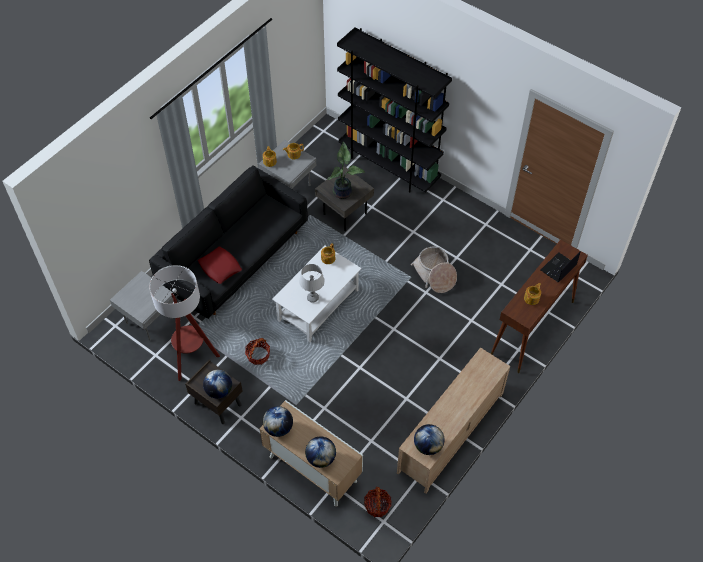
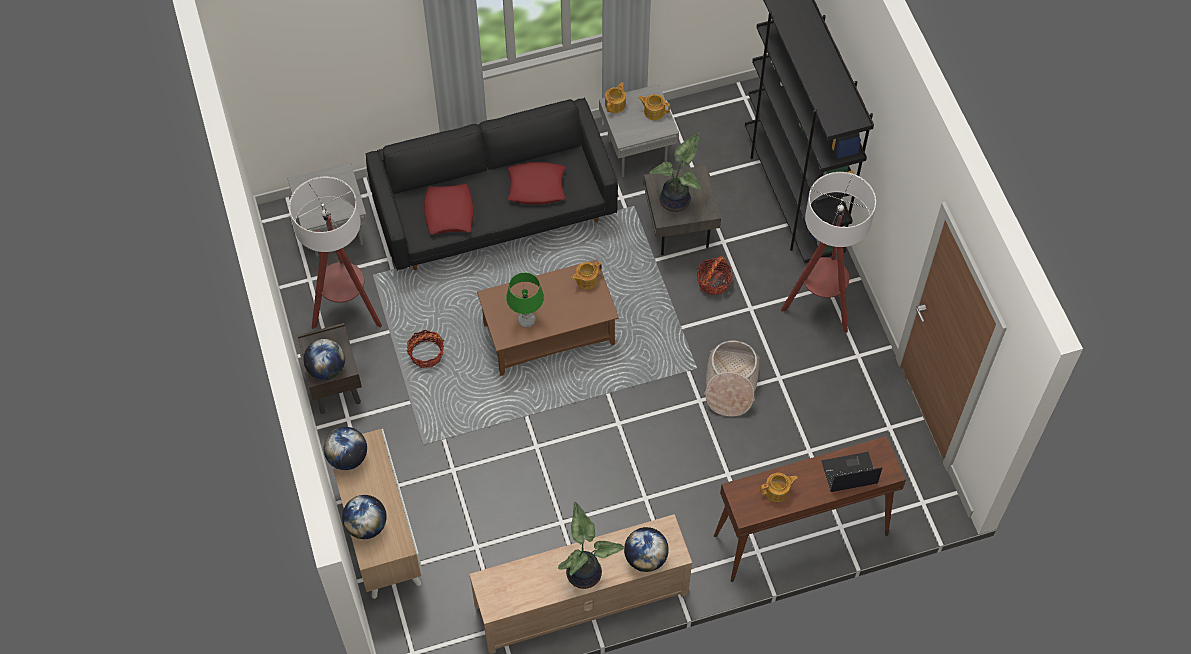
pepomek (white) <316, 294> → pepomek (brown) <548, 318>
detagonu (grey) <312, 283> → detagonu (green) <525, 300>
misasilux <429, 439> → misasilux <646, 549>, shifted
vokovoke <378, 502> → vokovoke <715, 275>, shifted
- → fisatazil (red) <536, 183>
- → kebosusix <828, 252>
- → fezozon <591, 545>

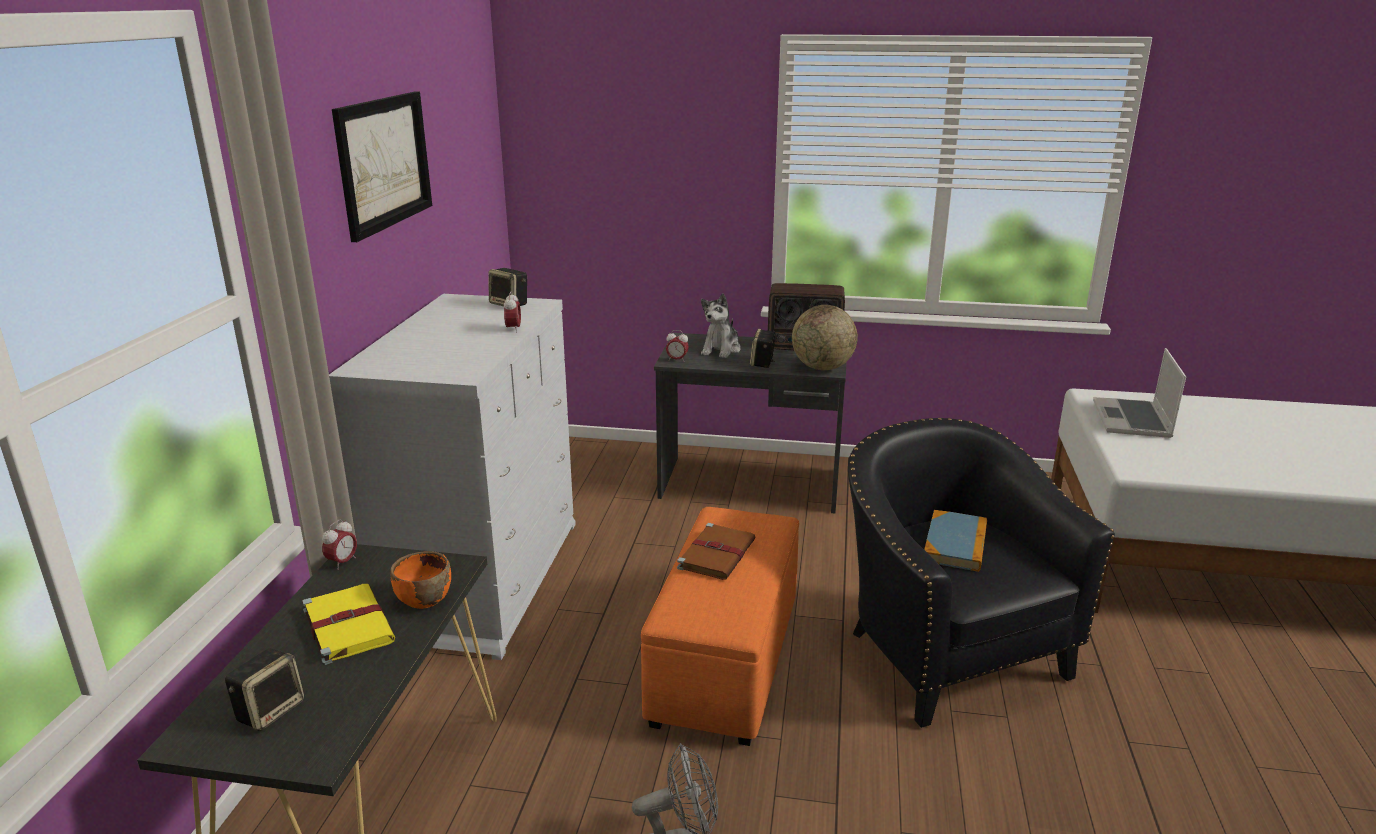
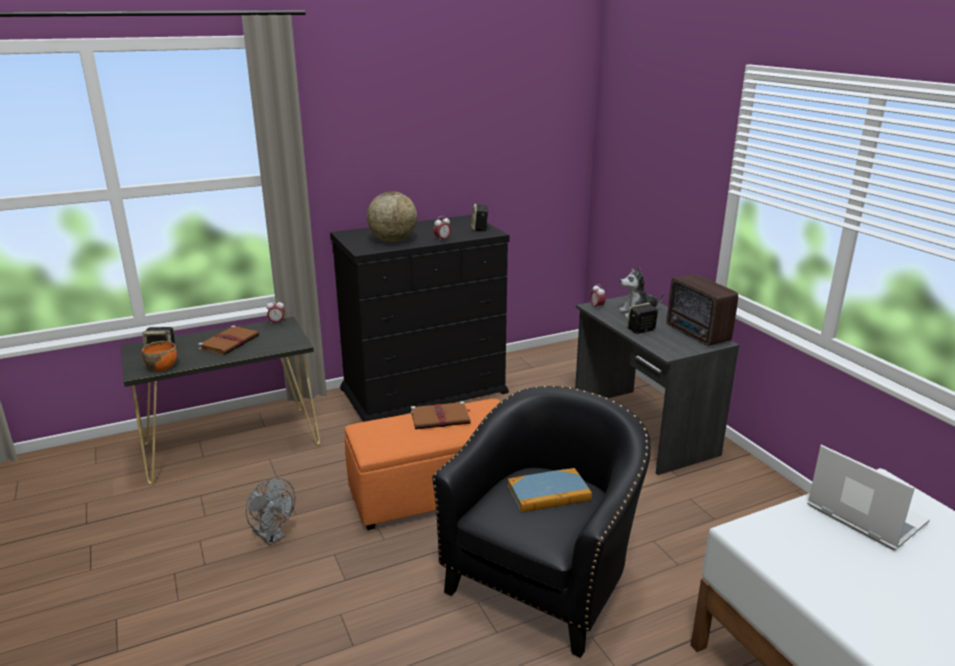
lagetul <382, 167> → -
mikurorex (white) <452, 477> → mikurorex (black) <420, 318>
misasilux <825, 337> → misasilux <392, 216>, shifted
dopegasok <1139, 393> → dopegasok <868, 497>, 75 degrees clockwise
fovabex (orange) <420, 580> → fovabex (orange) <159, 356>, shifted
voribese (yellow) <348, 624> → voribese (brown) <228, 340>

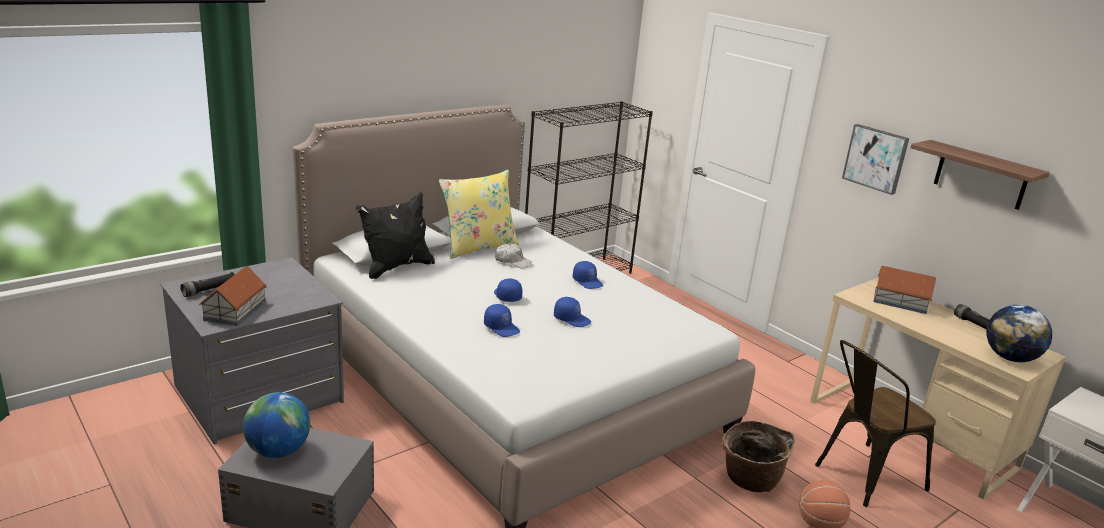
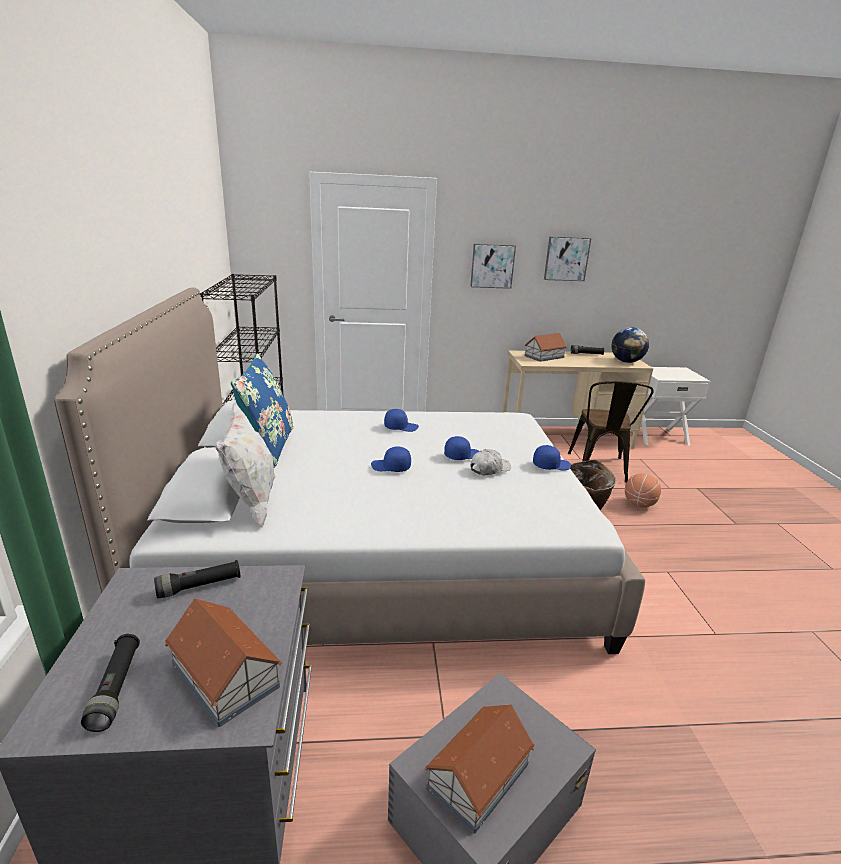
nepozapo <980, 175> → lagetul <567, 258>
fisatazil (yellow) <479, 214> → fisatazil (blue) <262, 410>
fisatazil (black) <395, 235> → fisatazil (white) <245, 464>
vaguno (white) <513, 256> → vaguno (white) <491, 462>, shifted
vaguno (blue) <502, 320> → vaguno (blue) <552, 458>, shifted
misasilux <276, 425> → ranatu <480, 769>
- → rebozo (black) <197, 579>

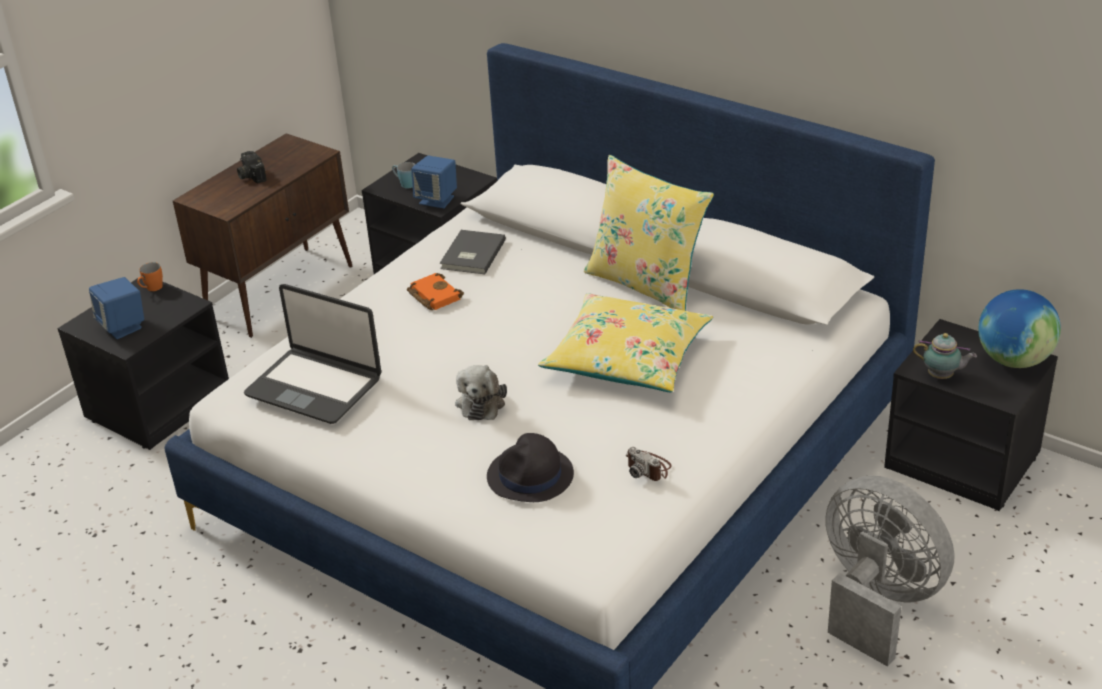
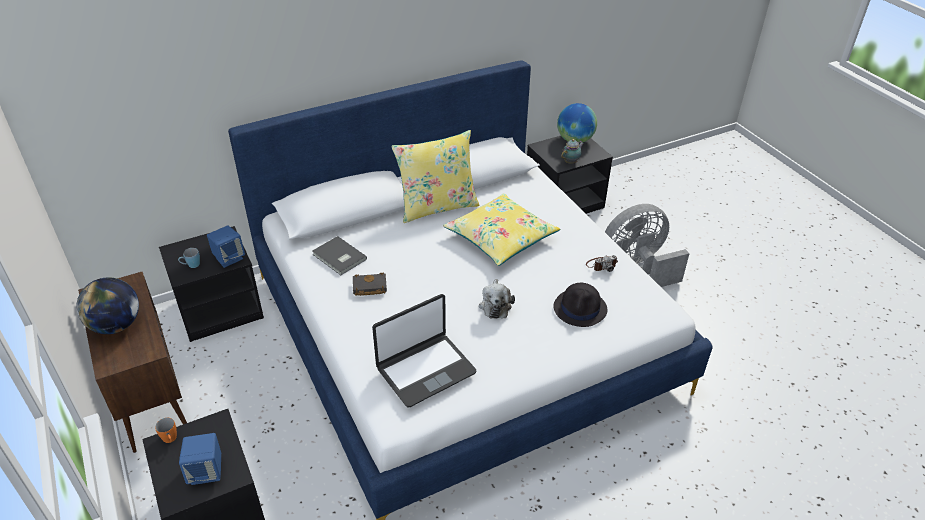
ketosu <251, 167> → misasilux <107, 305>
voribese (orange) <435, 291> → voribese (black) <370, 284>
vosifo <481, 392> → vosifo <497, 299>, 60 degrees clockwise

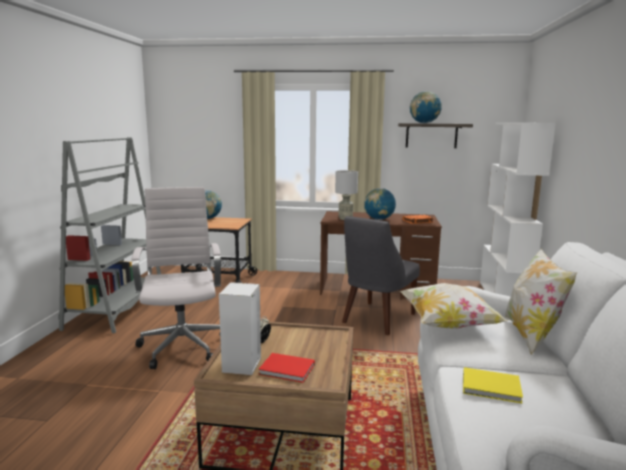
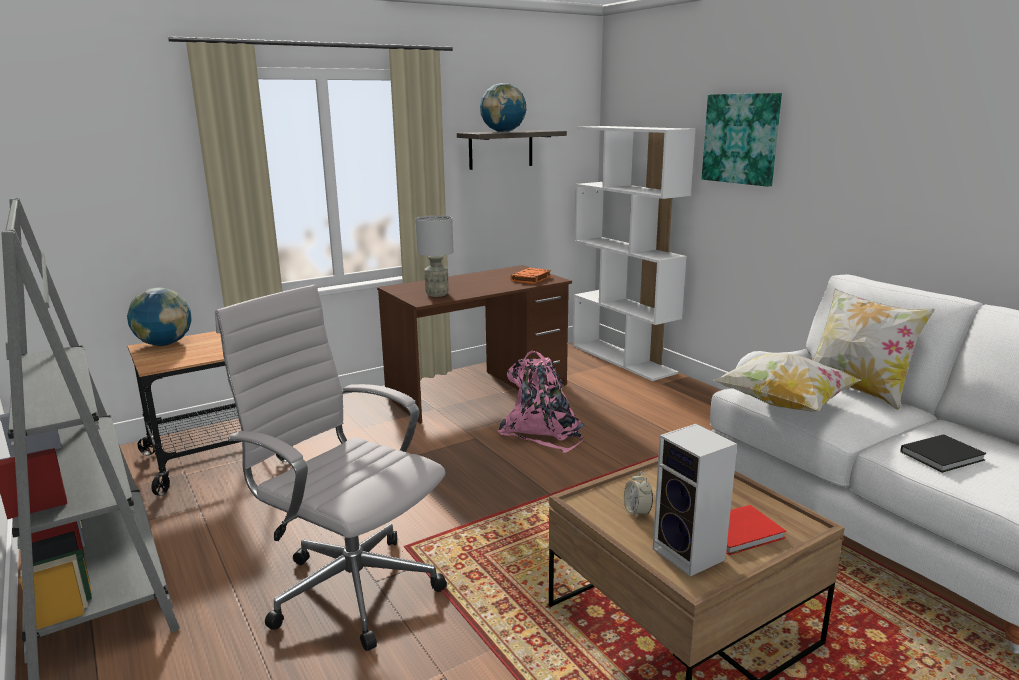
misasilux <380, 204> → -
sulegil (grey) <381, 275> → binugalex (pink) <541, 402>
voribese (yellow) <493, 385> → voribese (black) <943, 453>
- → lagetul <742, 140>

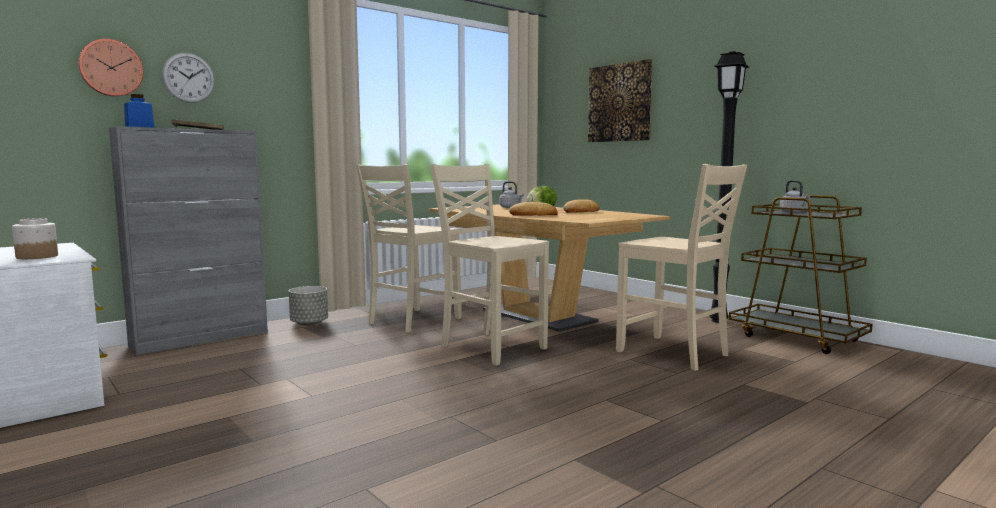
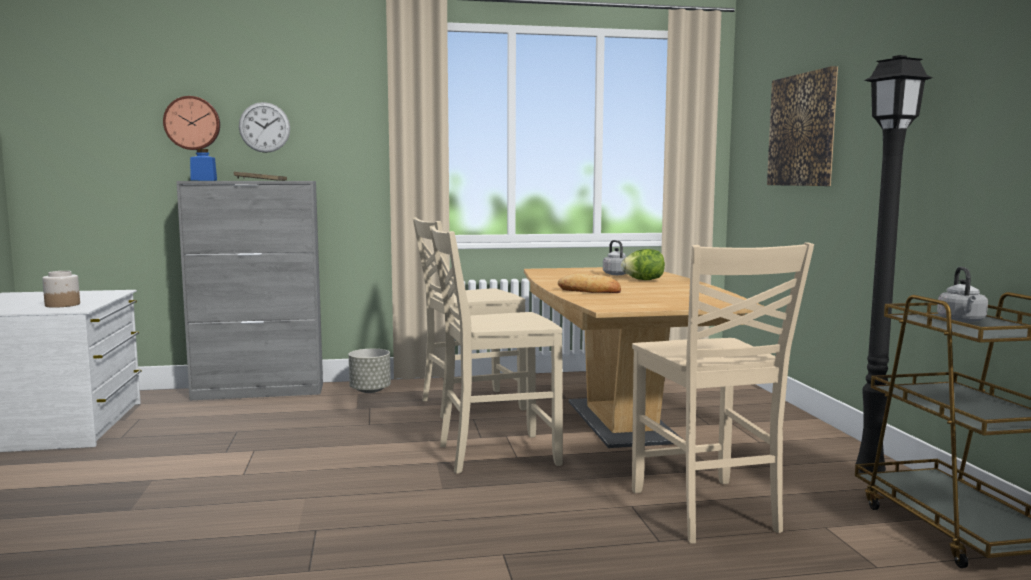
sulegil (beige) <489, 265> → sulegil (beige) <496, 349>, 90 degrees counterclockwise
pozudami <581, 206> → -

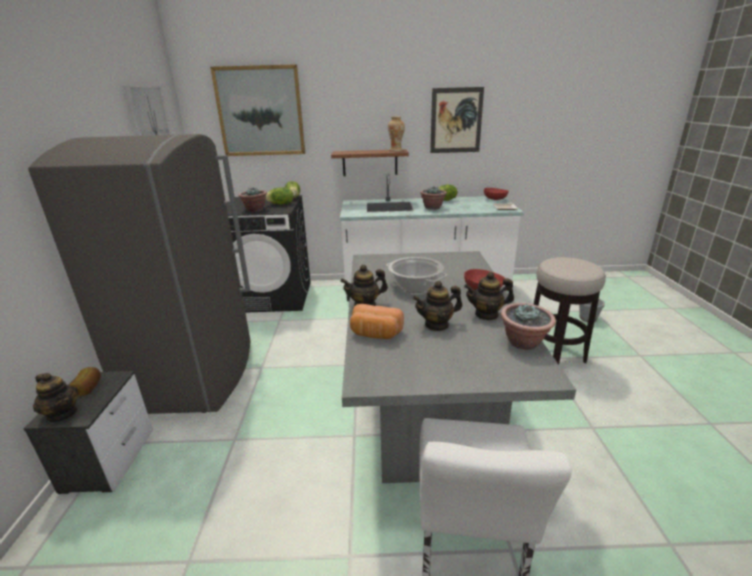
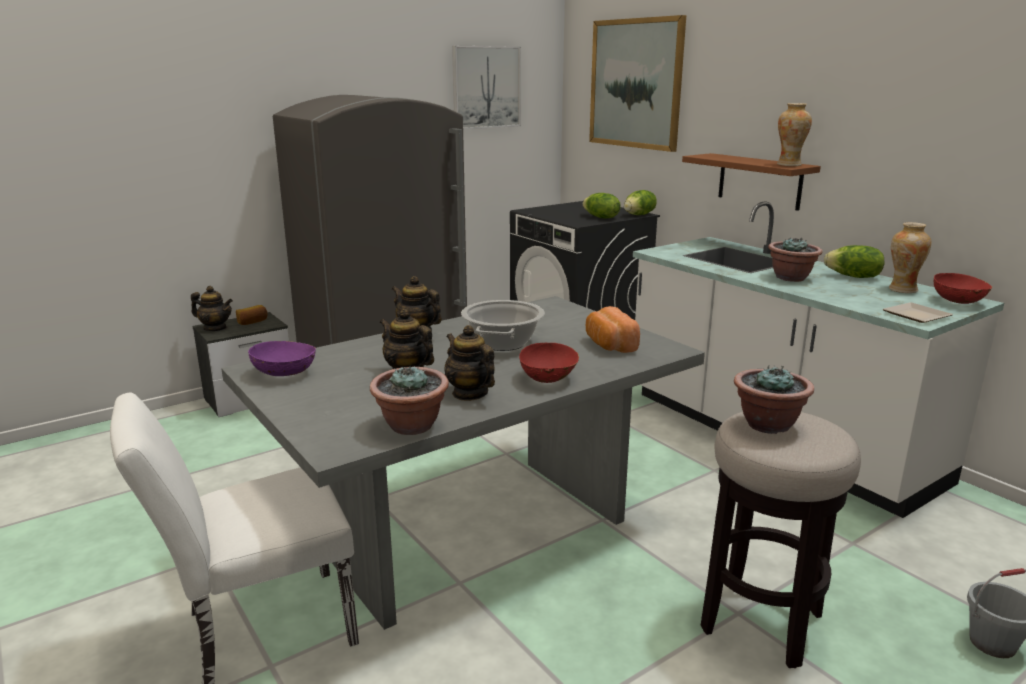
lagetul <457, 120> → -
fezozon <252, 200> → fezozon <774, 399>, shifted
pozudami <377, 321> → pozudami <613, 329>, shifted
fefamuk <55, 397> → fefamuk <212, 308>, 75 degrees counterclockwise
- → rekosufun <910, 257>
- → fovabex (purple) <282, 358>

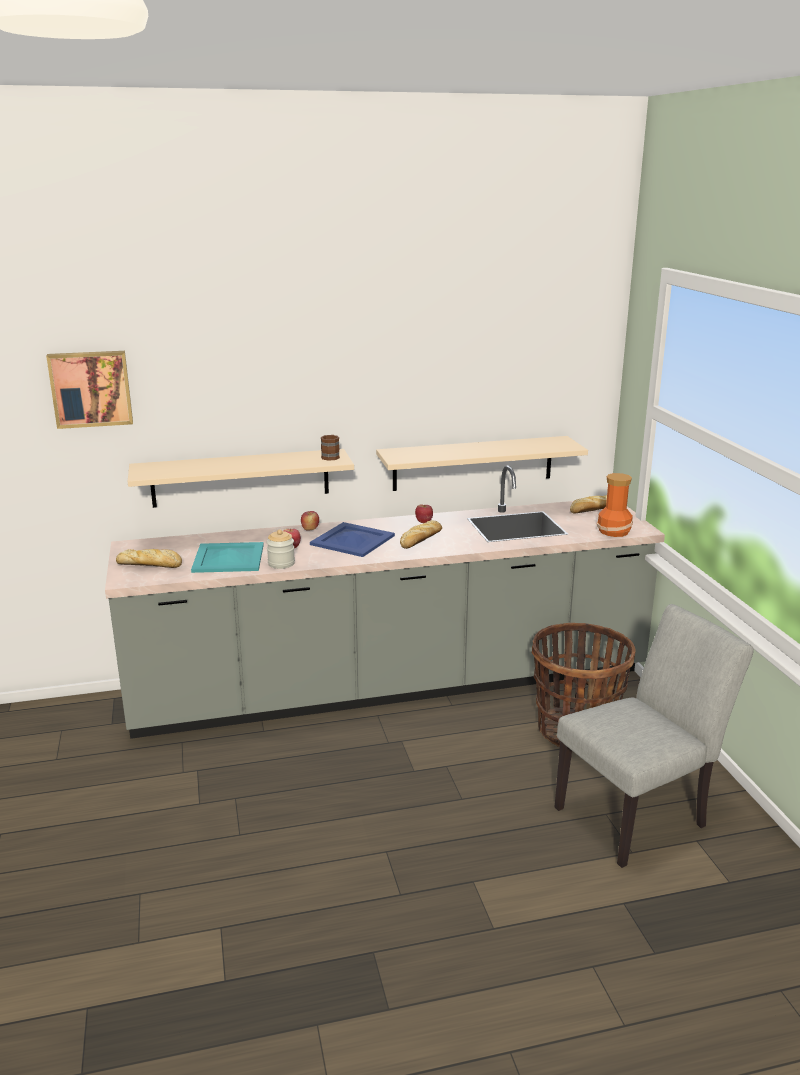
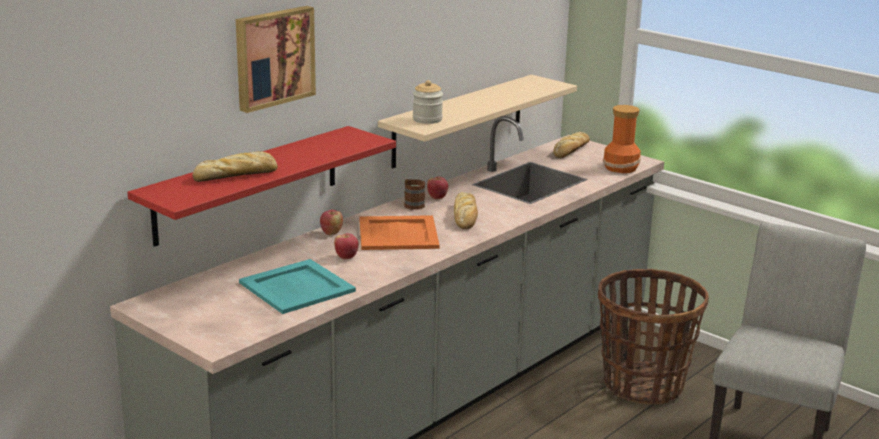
lagetul <89, 390> → lagetul <276, 59>, shifted
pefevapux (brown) <330, 448> → pefevapux (brown) <414, 194>, shifted
nepozapo (beige) <241, 478> → nepozapo (red) <261, 186>
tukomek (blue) <352, 539> → tukomek (orange) <399, 232>
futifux <281, 549> → futifux <428, 102>, shifted
pozudami <149, 558> → pozudami <235, 166>, shifted

